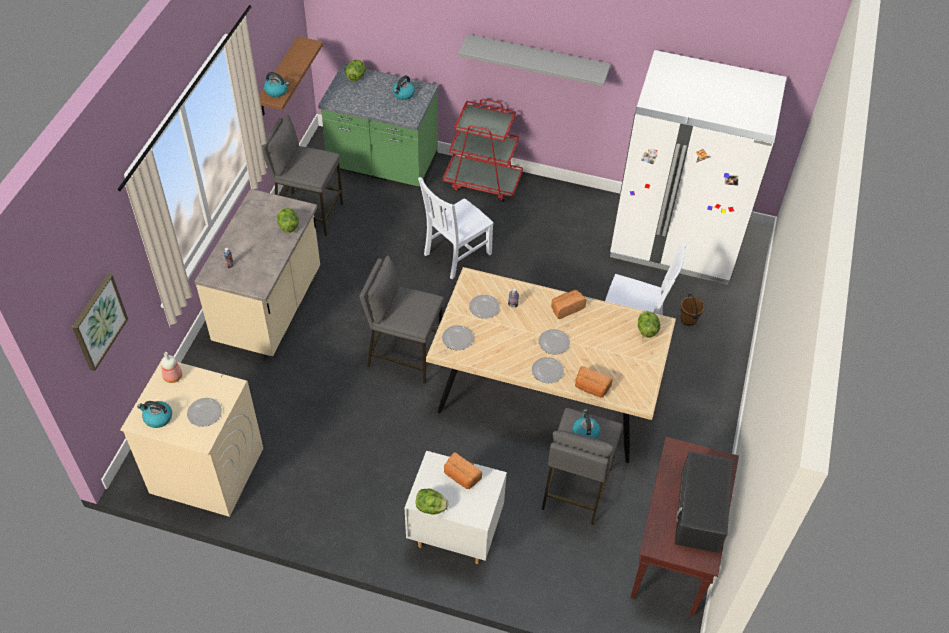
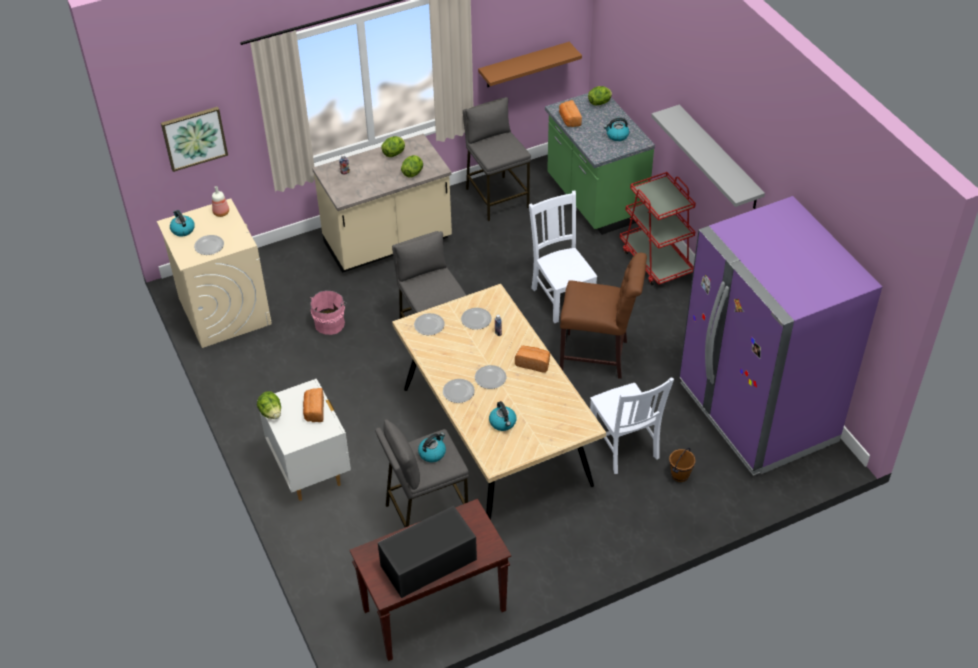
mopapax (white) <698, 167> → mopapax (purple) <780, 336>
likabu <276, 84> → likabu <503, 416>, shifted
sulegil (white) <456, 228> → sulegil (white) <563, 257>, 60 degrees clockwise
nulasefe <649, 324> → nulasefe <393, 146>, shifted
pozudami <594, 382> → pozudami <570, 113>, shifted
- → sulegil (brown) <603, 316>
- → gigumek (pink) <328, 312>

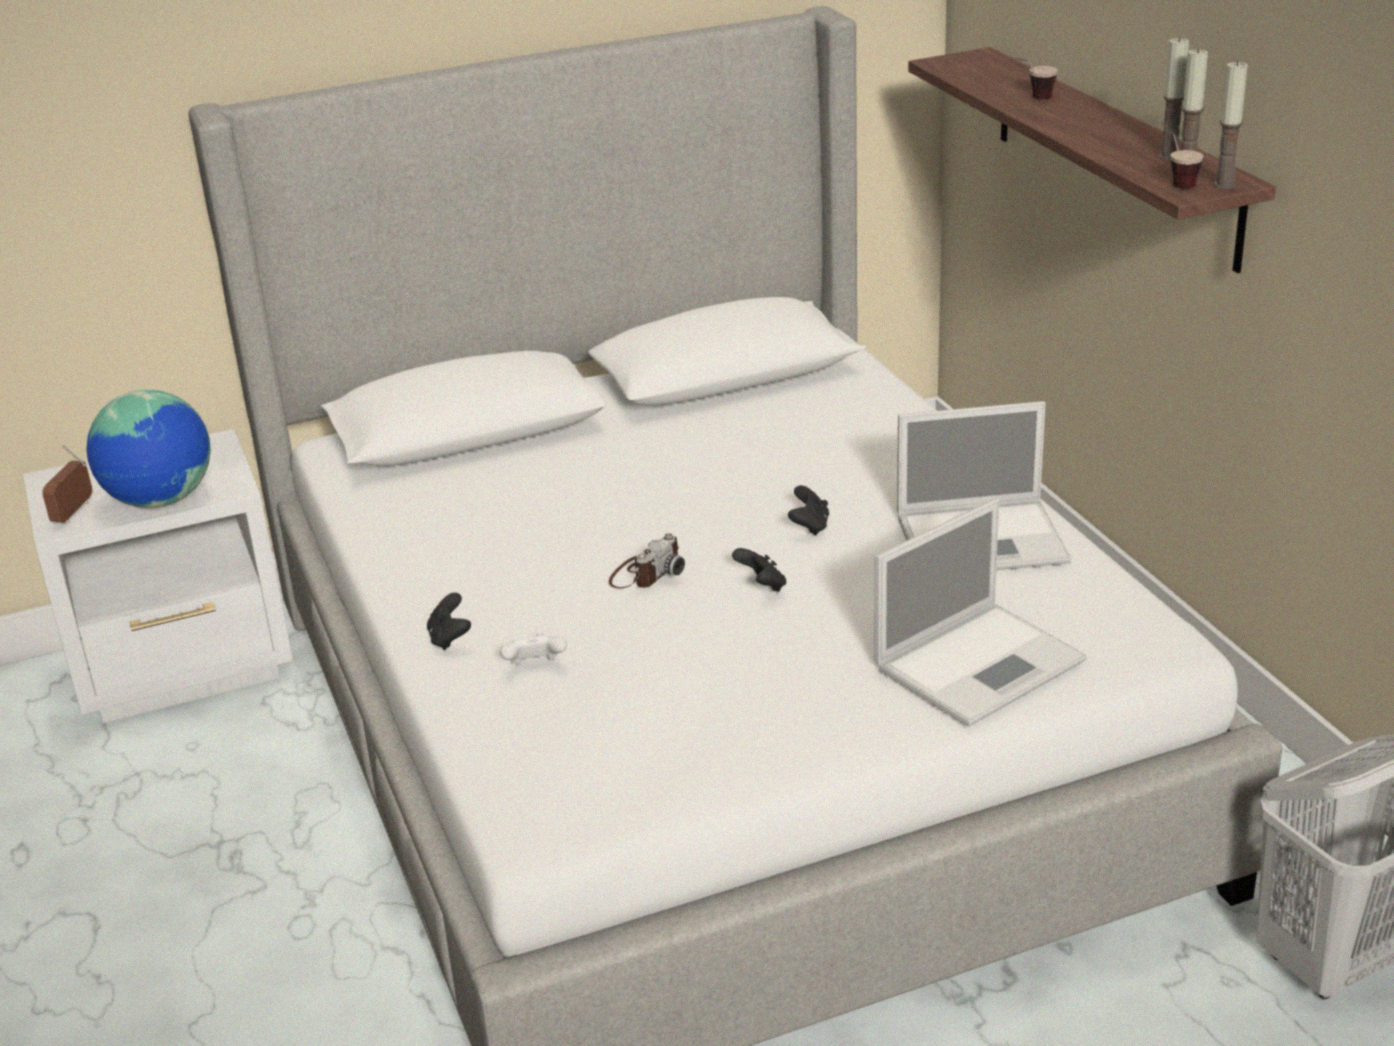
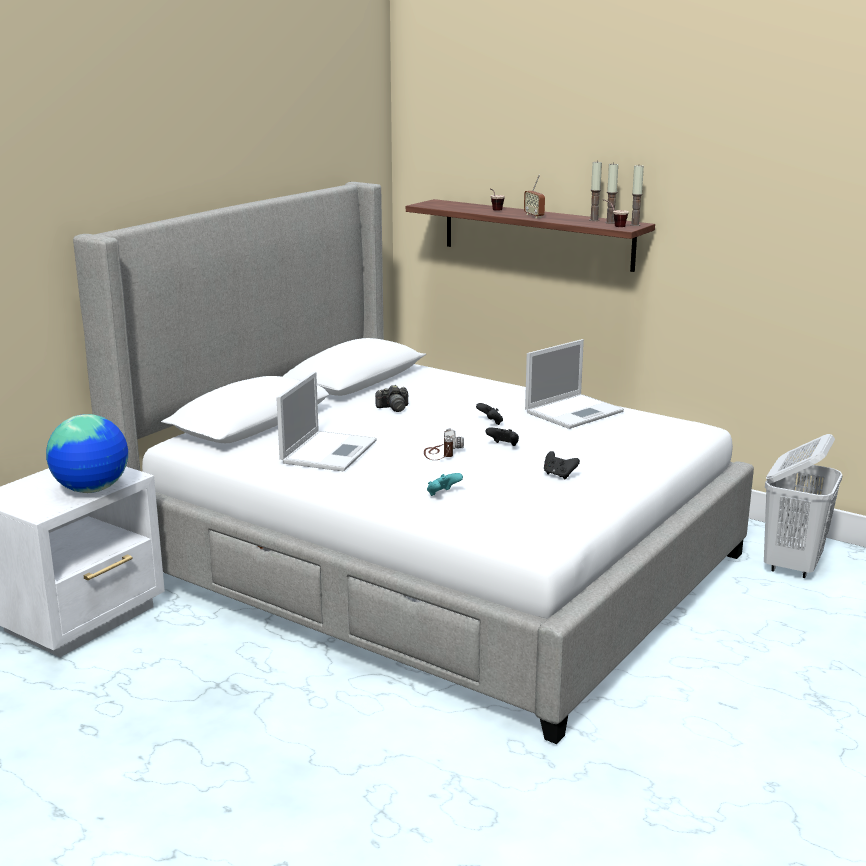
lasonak <67, 484> → lasonak <534, 196>, shifted
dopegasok <980, 612> → dopegasok <327, 421>, shifted
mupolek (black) <449, 621> → mupolek (black) <562, 465>, shifted
mupolek (white) <533, 648> → mupolek (turquoise) <445, 484>
- → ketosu <391, 398>

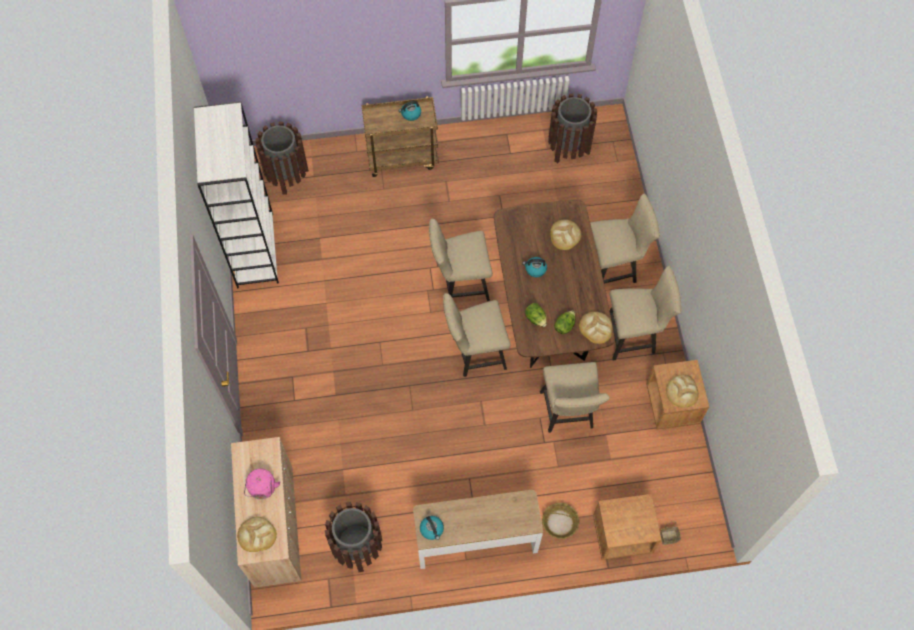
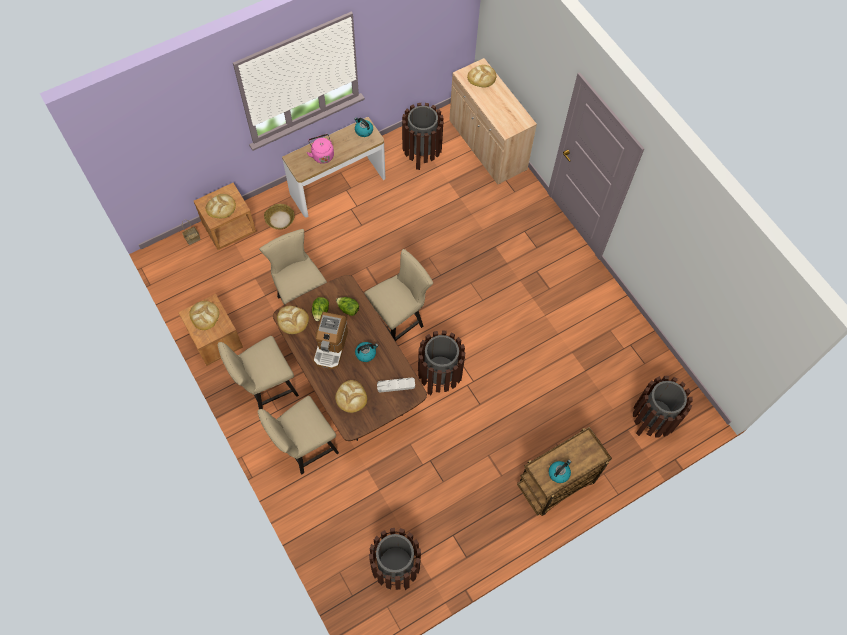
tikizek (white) <236, 194> → -
sulegil (beige) <461, 260> → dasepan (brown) <441, 362>
likabu (pink) <262, 484> → likabu (pink) <320, 149>, shifted
- → pozudami <221, 206>
- → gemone <331, 340>
- → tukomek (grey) <396, 385>

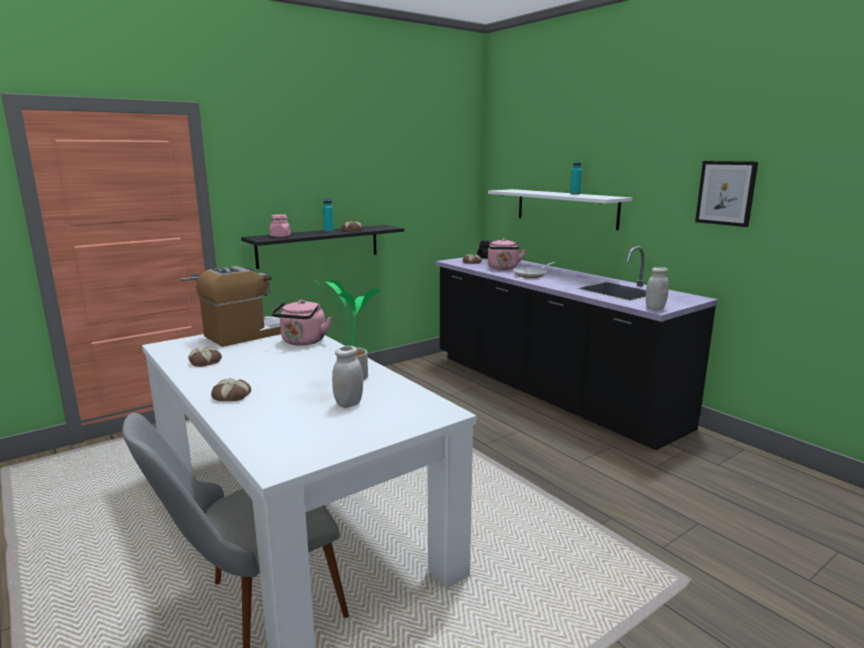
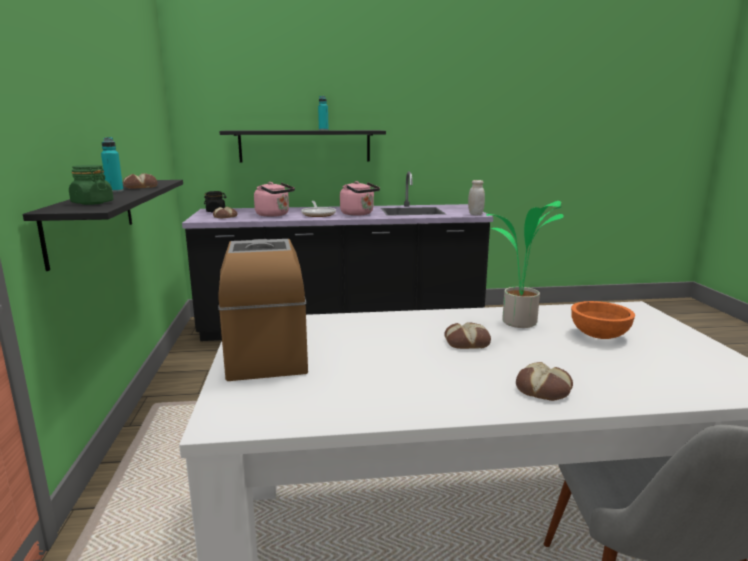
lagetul <726, 194> → -
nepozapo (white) <560, 209> → nepozapo (black) <302, 146>
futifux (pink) <280, 225> → futifux (green) <91, 185>
likabu (pink) <302, 323> → likabu (pink) <360, 198>, shifted
futifux (white) <347, 377> → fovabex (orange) <603, 320>
pozudami <205, 357> → pozudami <467, 335>, shifted

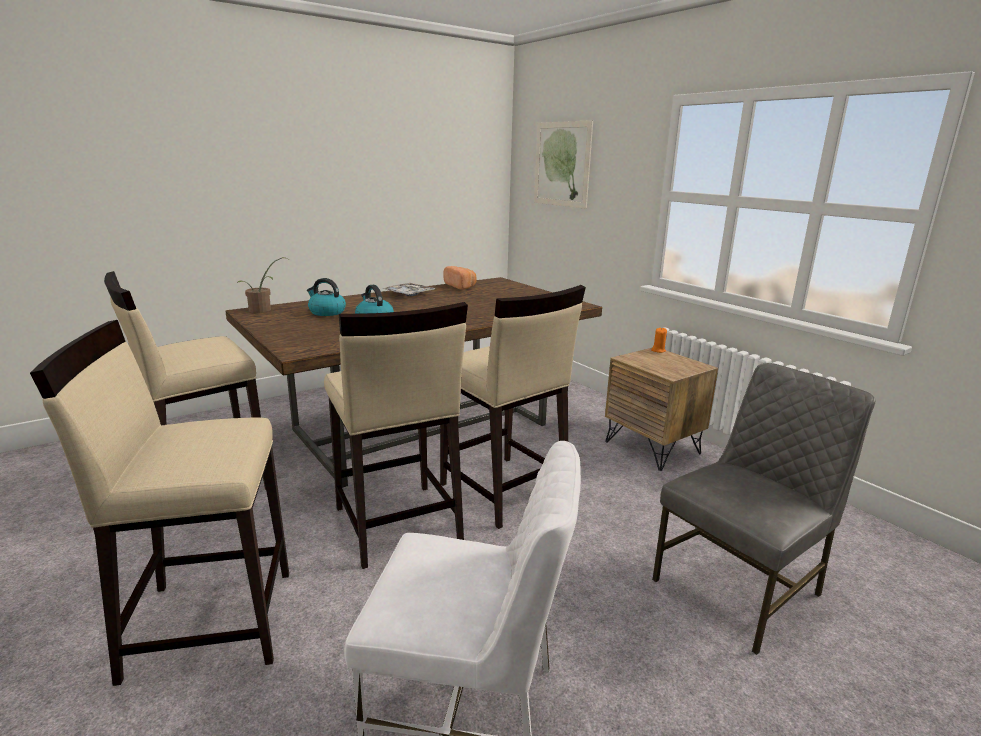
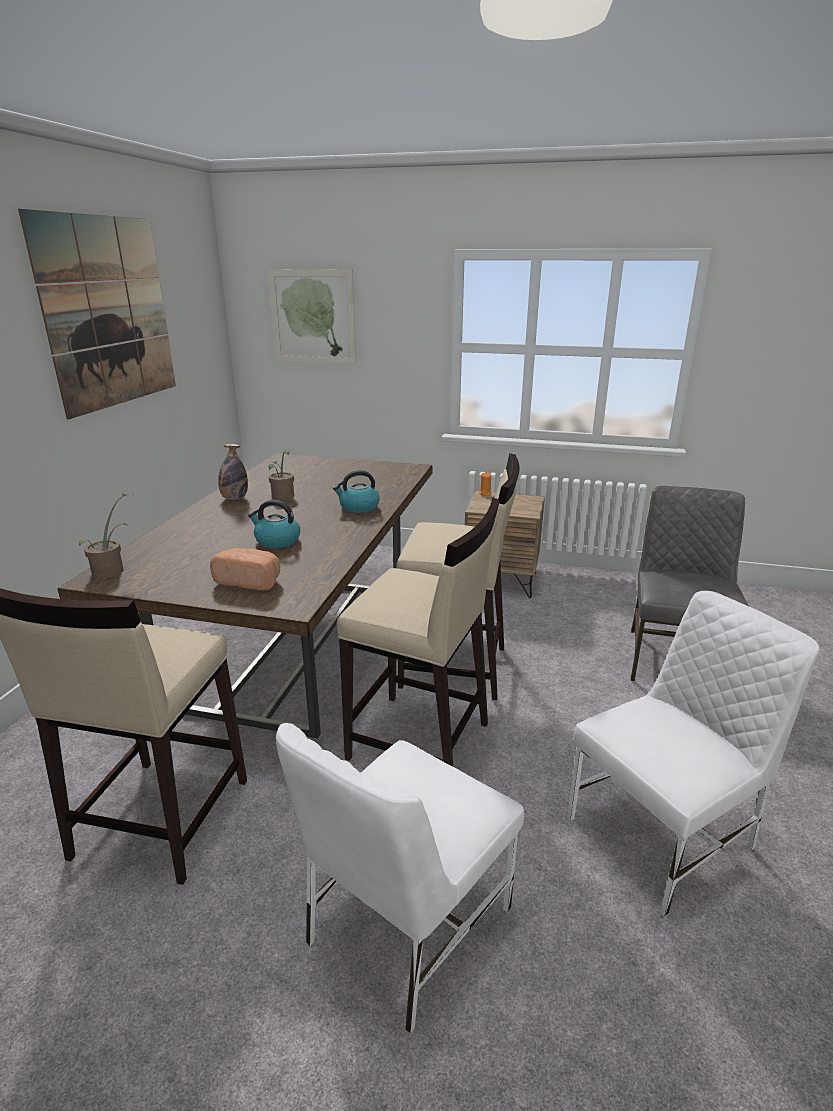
pozudami <460, 278> → pozudami <245, 569>, shifted
likabu <326, 297> → likabu <356, 491>, shifted
tukomek <409, 289> → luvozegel <233, 472>
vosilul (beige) <159, 503> → sulegil (white) <400, 878>
- → lagetul <97, 314>
- → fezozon <281, 475>

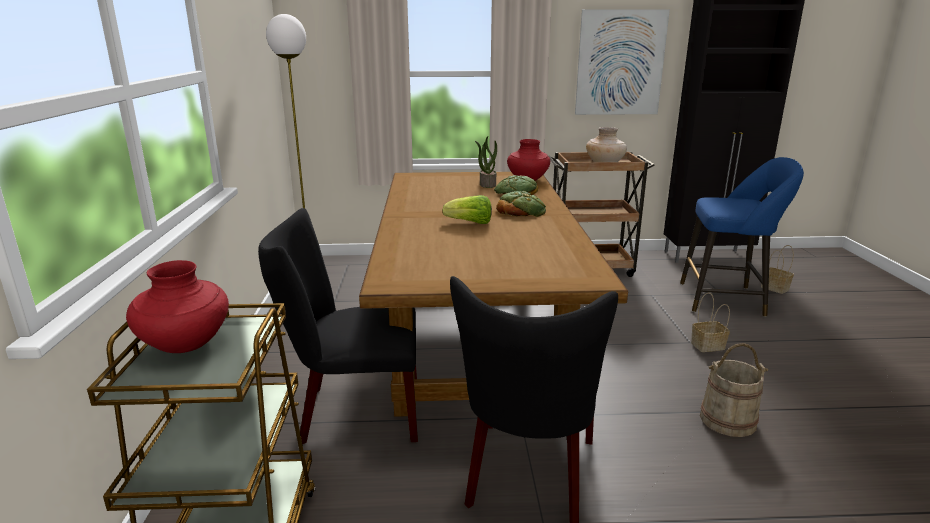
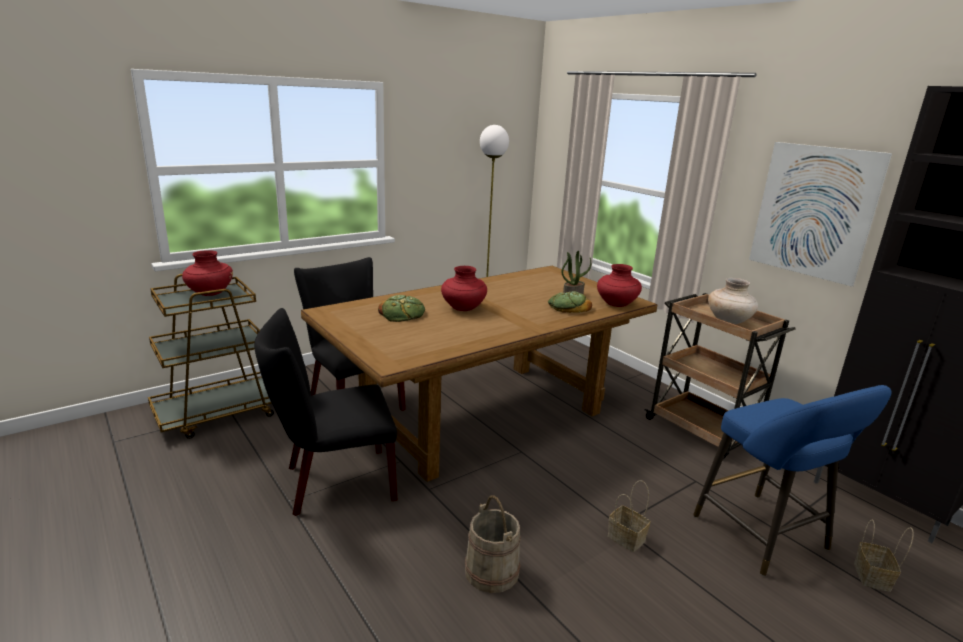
pozudami <521, 204> → pozudami <401, 308>, shifted
nulasefe <467, 209> → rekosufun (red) <464, 288>

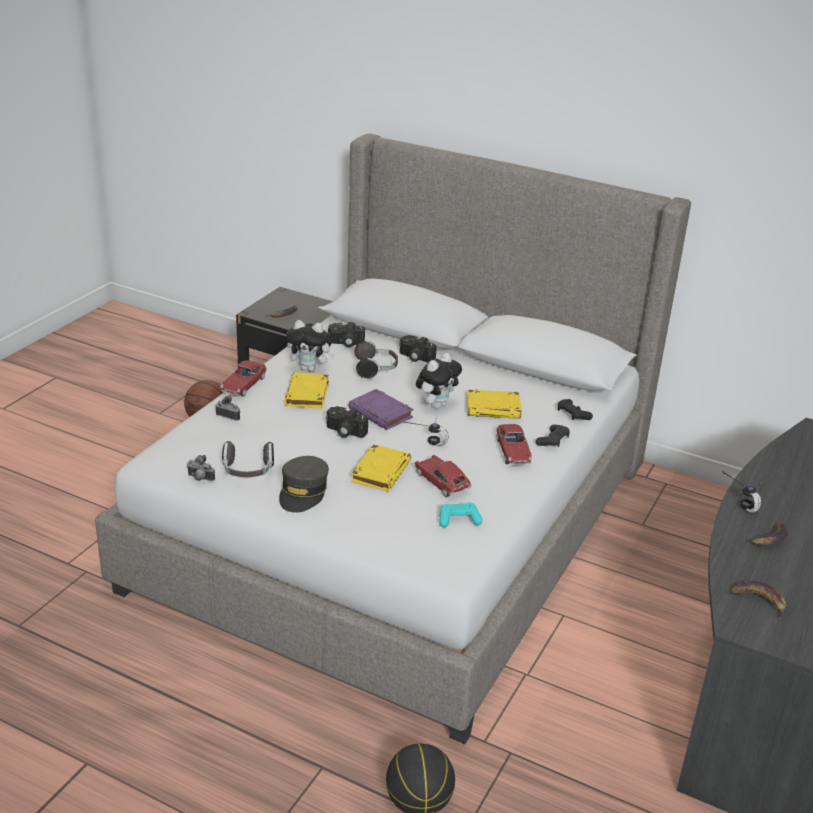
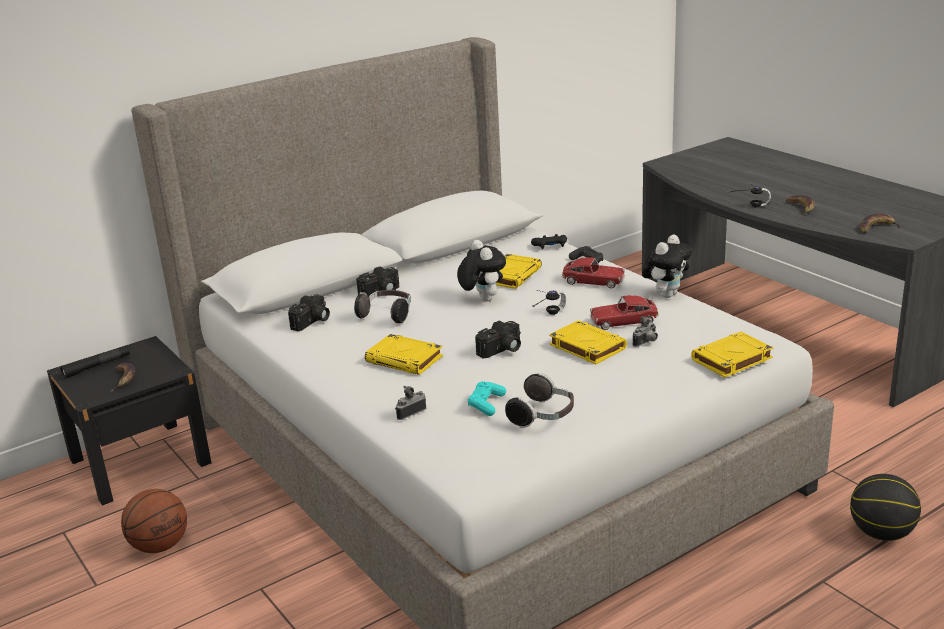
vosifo <310, 346> → vosifo <667, 266>, shifted
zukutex <243, 378> → -
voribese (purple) <381, 409> → -
ketosu <201, 468> → ketosu <645, 331>, shifted
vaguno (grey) <304, 484> → -
mupolek (turquoise) <460, 514> → mupolek (turquoise) <487, 398>, shifted
- → voribese (yellow) <732, 355>
- → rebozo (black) <95, 362>

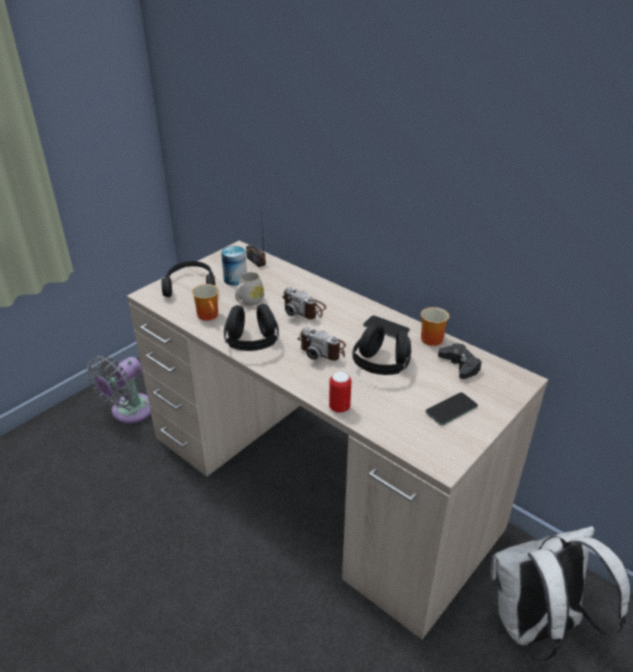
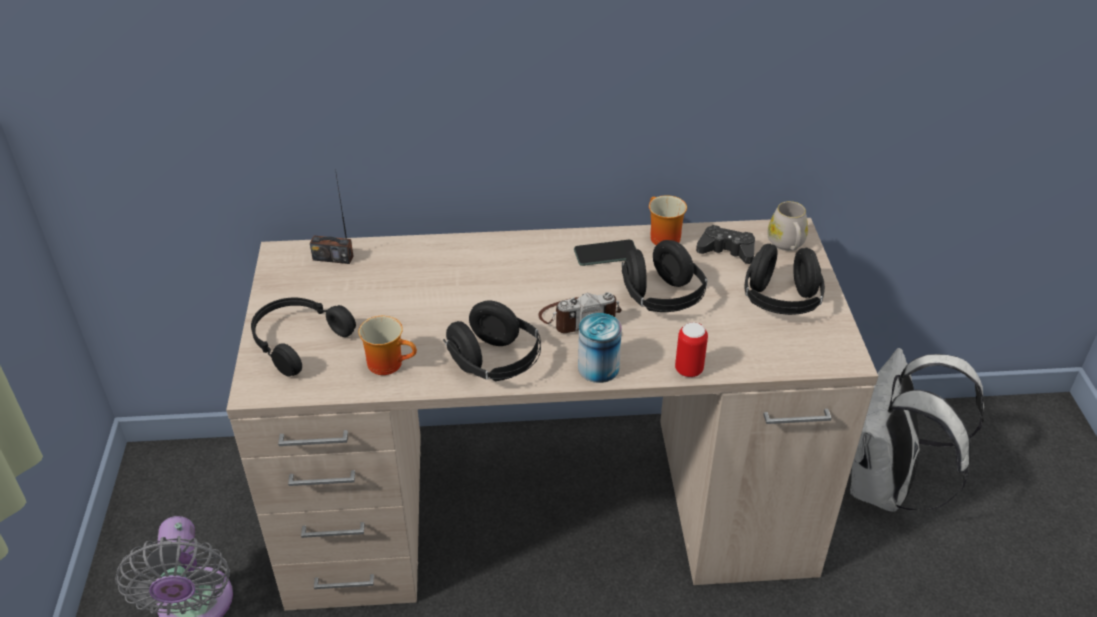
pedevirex <234, 266> → pedevirex <600, 348>, shifted
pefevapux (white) <249, 289> → pefevapux (white) <787, 226>, shifted
ketosu <304, 303> → -
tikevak <451, 408> → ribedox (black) <785, 279>

